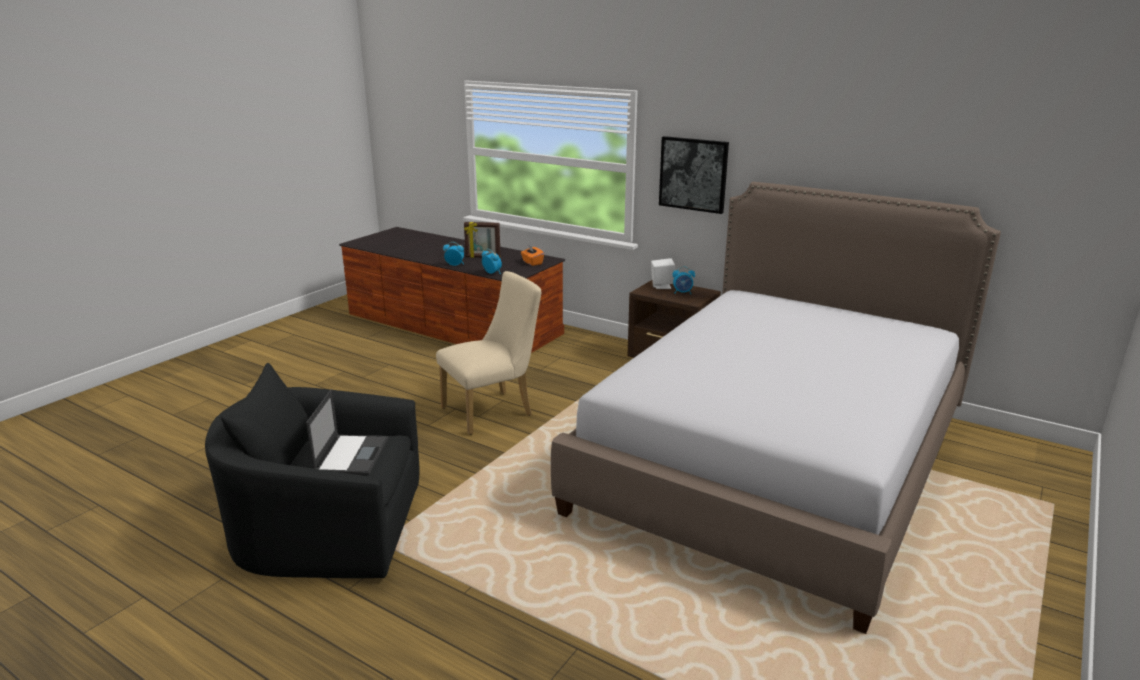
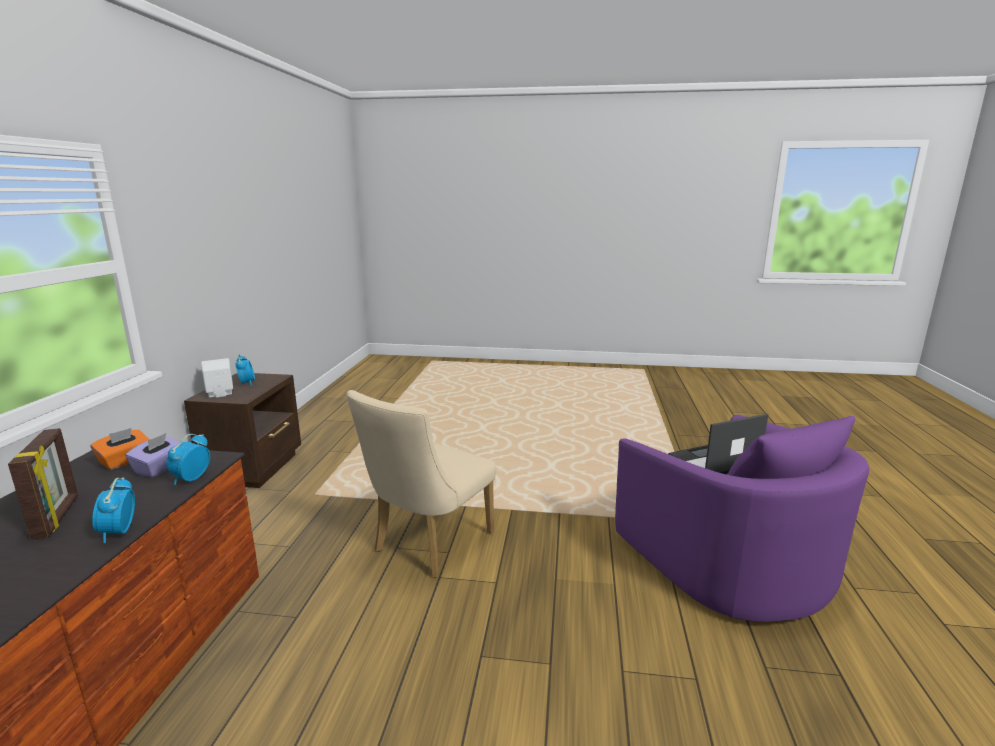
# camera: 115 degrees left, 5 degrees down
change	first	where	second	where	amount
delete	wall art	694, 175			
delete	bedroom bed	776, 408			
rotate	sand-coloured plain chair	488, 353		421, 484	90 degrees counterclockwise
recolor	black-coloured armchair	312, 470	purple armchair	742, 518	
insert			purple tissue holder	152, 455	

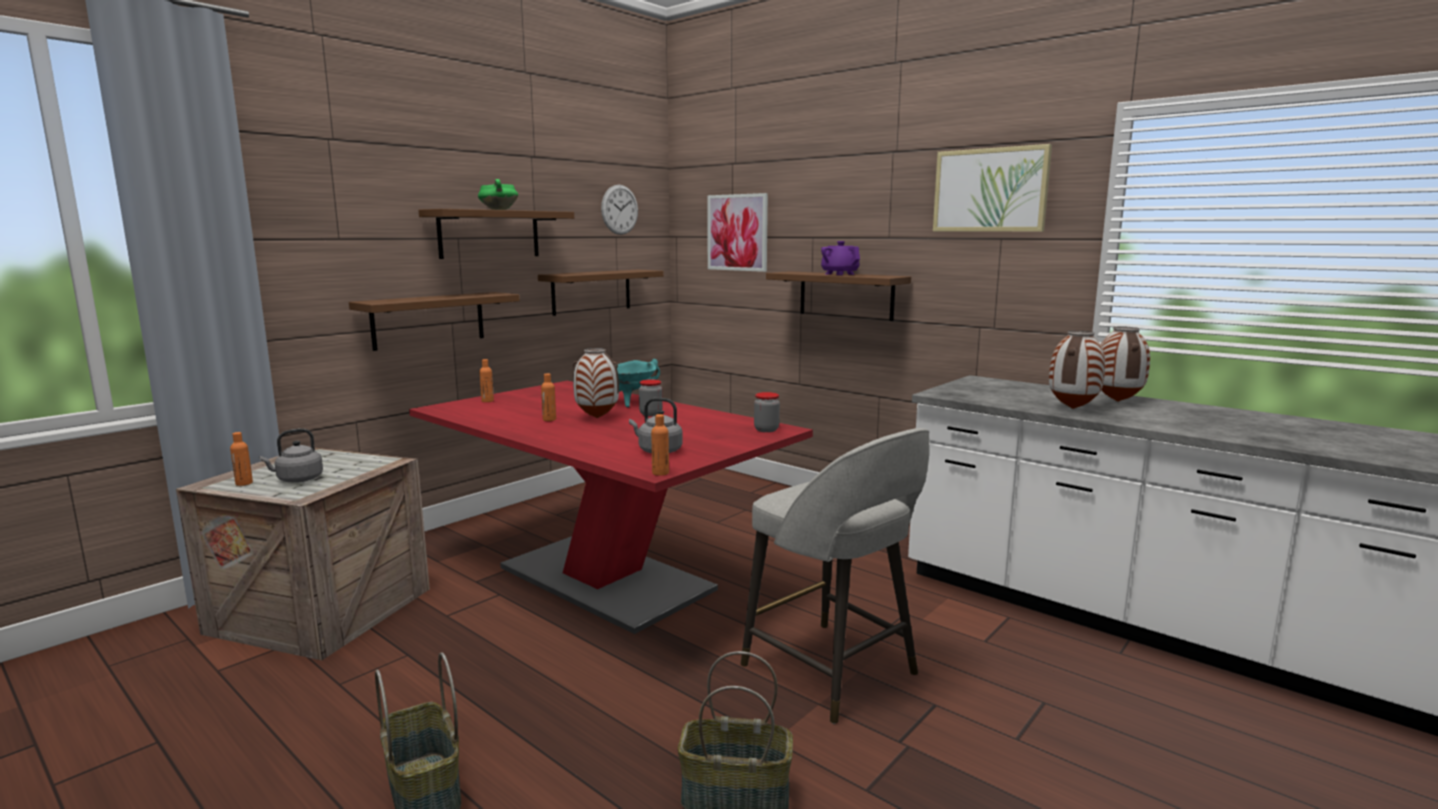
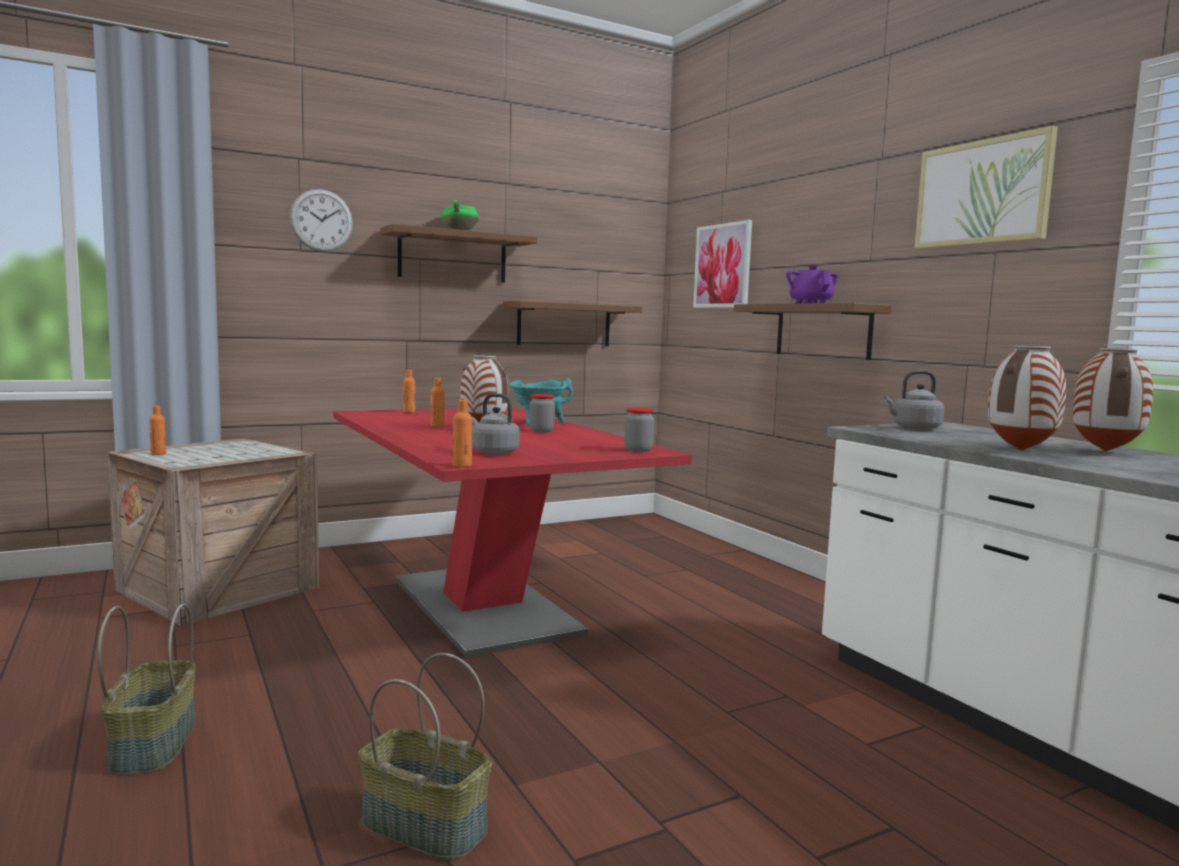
# camera: 20 degrees right, 5 degrees down
change	first	where	second	where	amount
move	hanging clock	619, 210		321, 220	
delete	brown shelf	434, 321			
move	gray kettle	291, 455		913, 400	
delete	gray stool seat	835, 576			

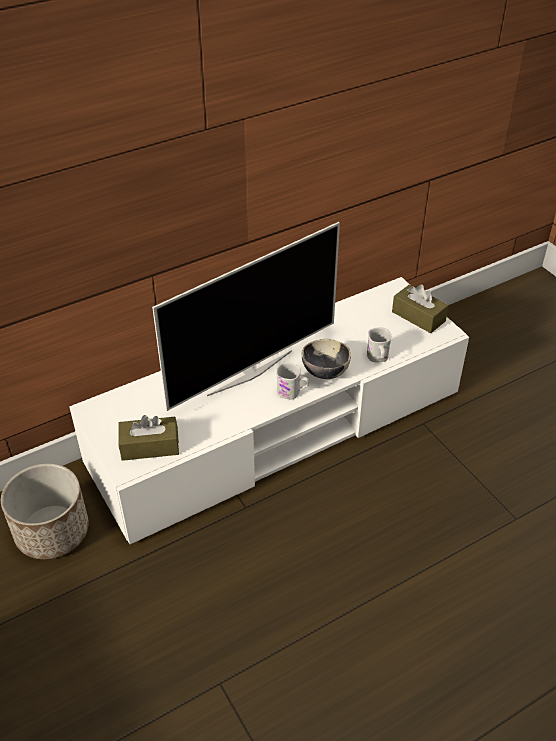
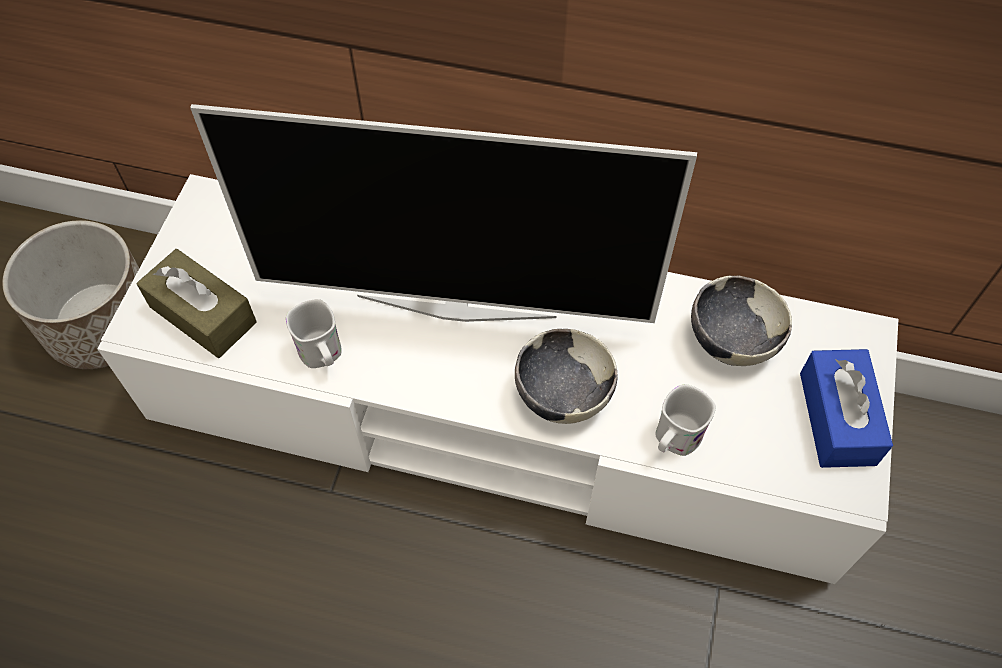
# camera: 45 degrees right, 15 degrees up
change	first	where	second	where	amount
recolor	brown tissue holder	420, 308	bluish tissue holder	846, 408	
move	whitish coffee mug	292, 381		314, 333	
insert			deep dish	741, 320	

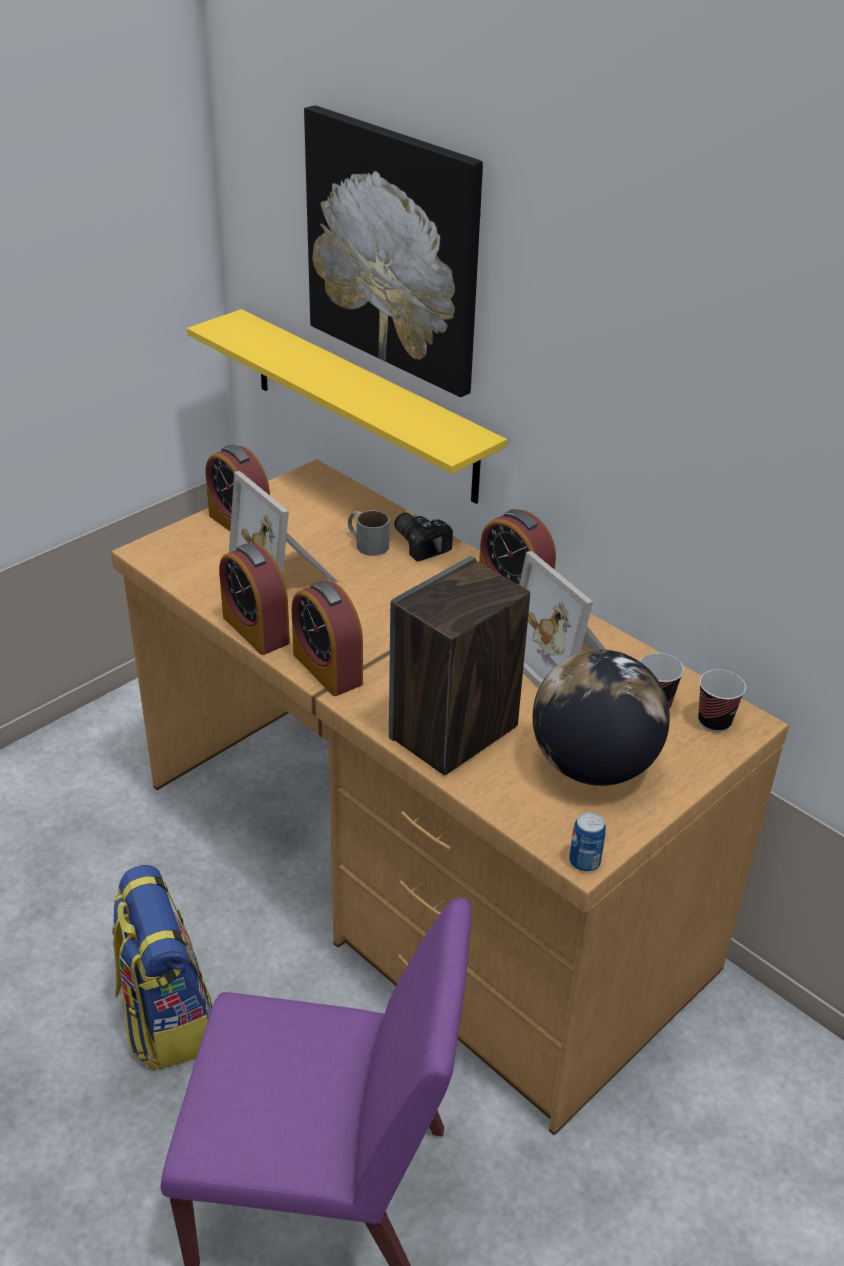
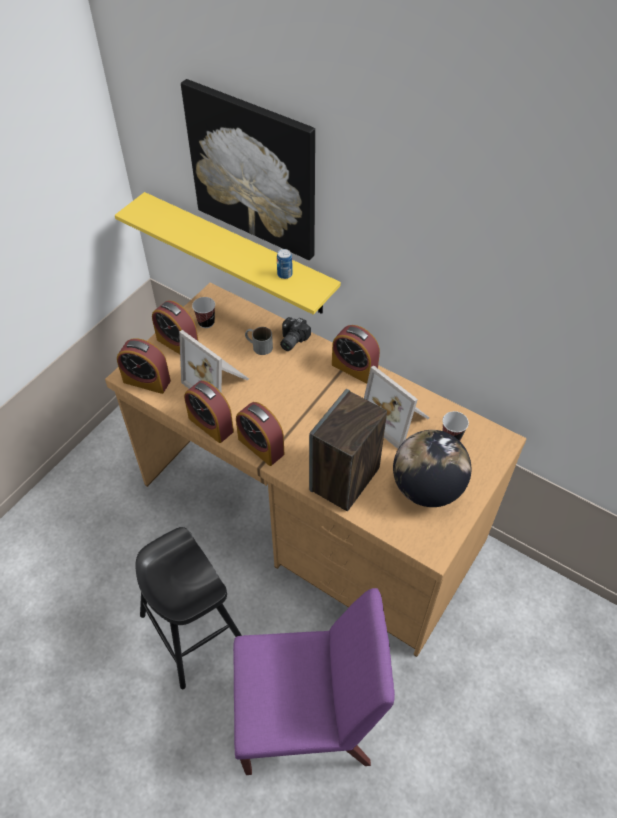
# camera: 10 degrees left, 15 degrees up
change	first	where	second	where	amount
rotate	still camera	423, 537		295, 334	105 degrees counterclockwise
move	small cup	722, 701		203, 312	
move	sealed can	587, 842		285, 264	
replace	backpack	162, 968	black-coloured stool seat	188, 608	
insert			bedside clock	144, 366	

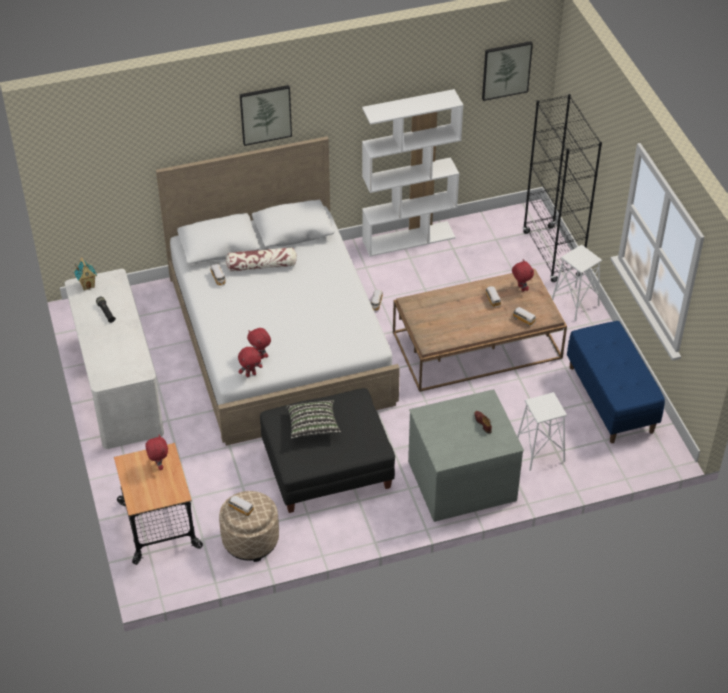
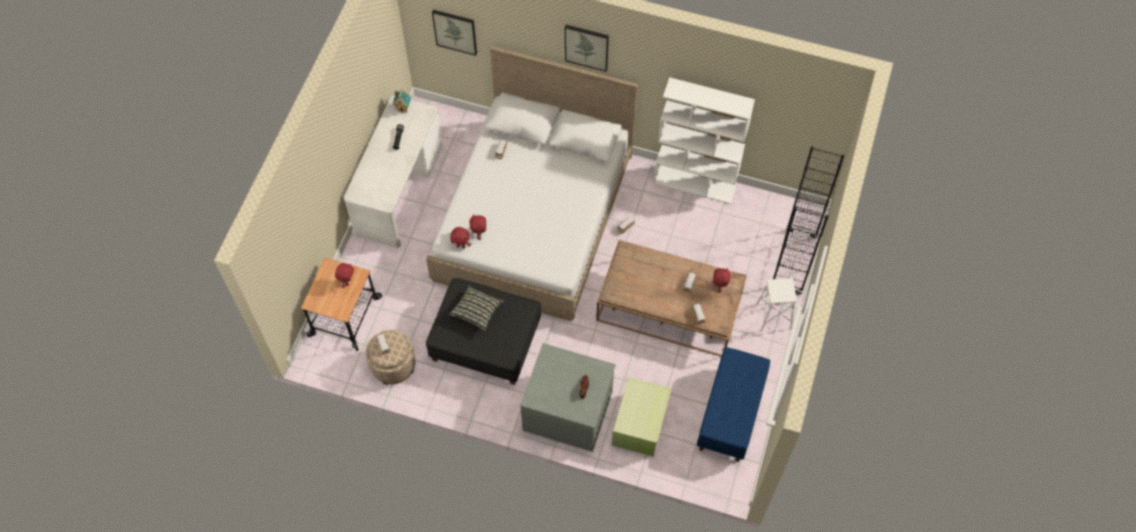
# camera: 35 degrees right, 15 degrees up
change	first	where	second	where	amount
move	wall art	507, 71		454, 33	
delete	throw pillow	261, 259			
replace	whitish stool seat	542, 431	green storage bin	642, 417	

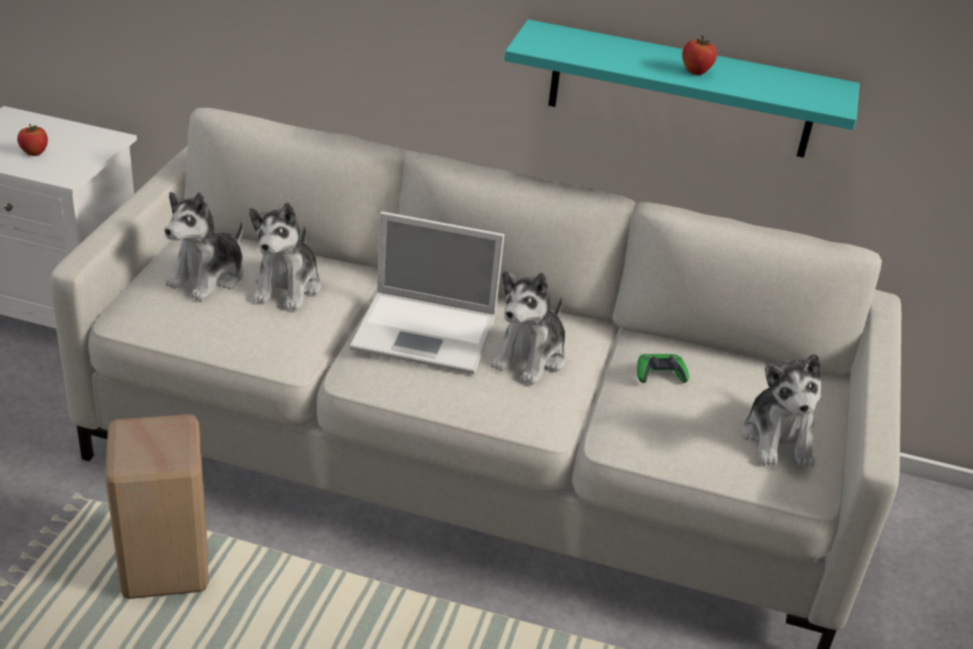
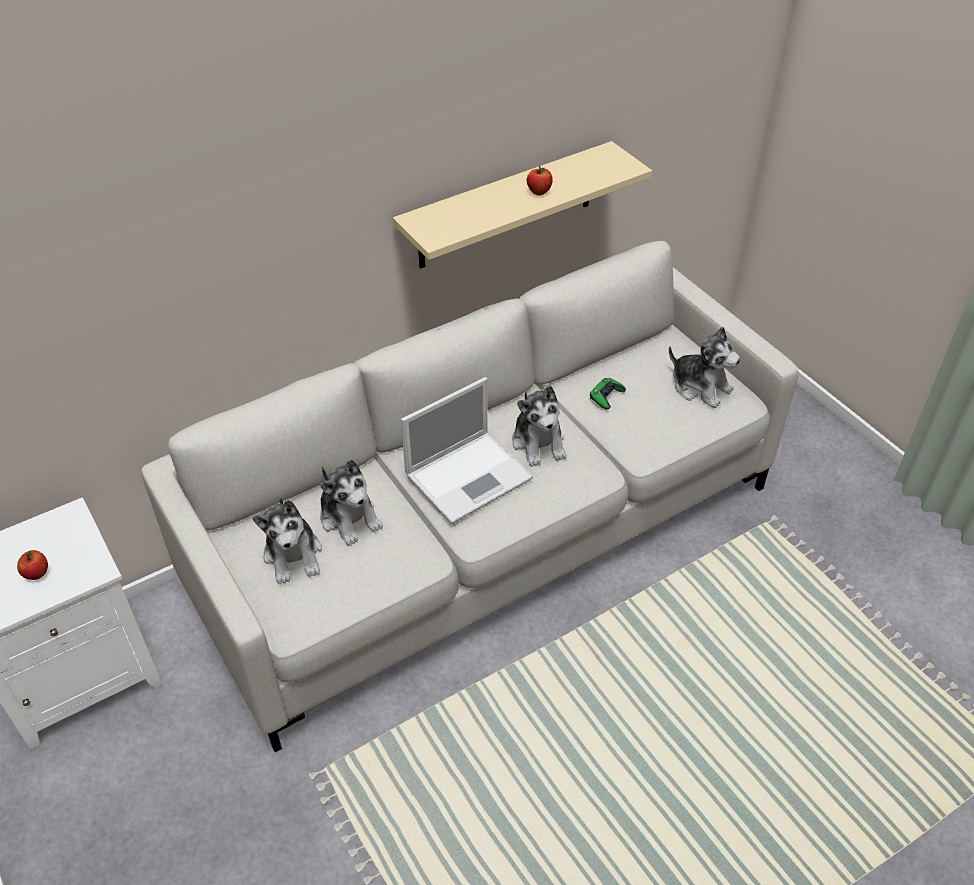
# camera: 45 degrees left, 10 degrees up
change	first	where	second	where	amount
recolor	turquoise-coloured shelf	682, 89	sand-coloured shelf	522, 205	
delete	sand-coloured stool seat	157, 506			

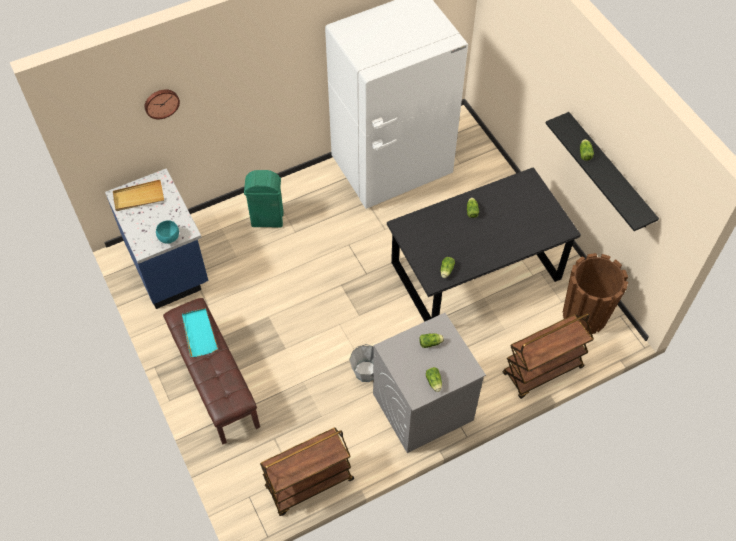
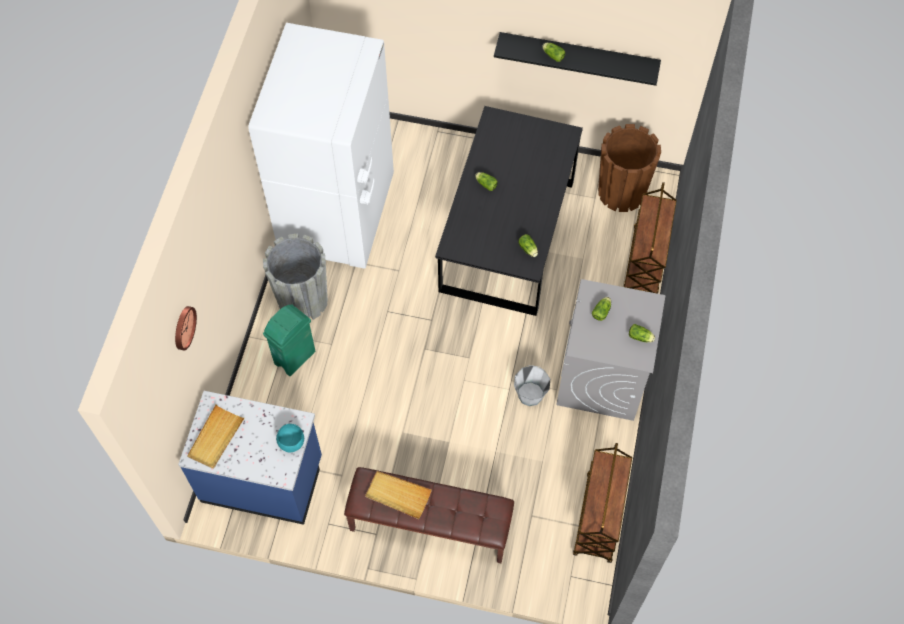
# camera: 50 degrees left, 5 degrees up
change	first	where	second	where	amount
recolor	turquoise-coloured carrying tray	200, 332	sand-coloured carrying tray	398, 495	
insert			gray planter	295, 277	

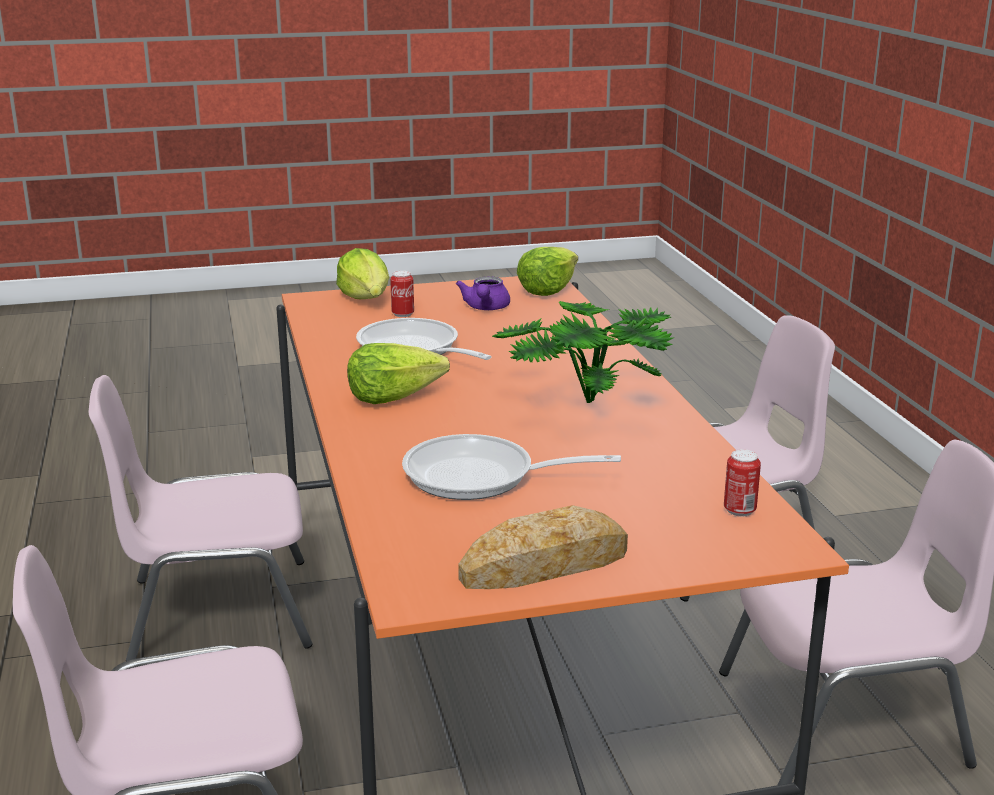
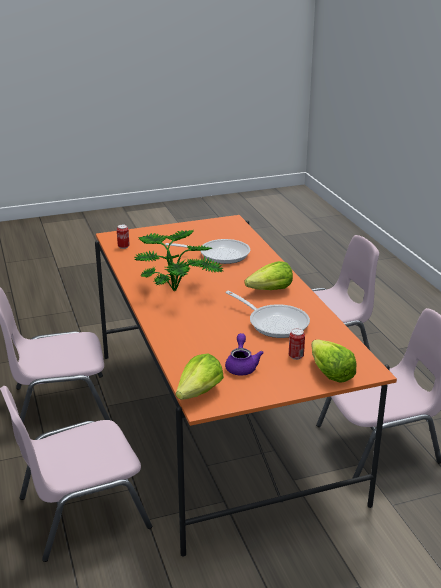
# camera: 175 degrees right, 5 degrees up
change	first	where	second	where	amount
delete	bakery bread	543, 547			

